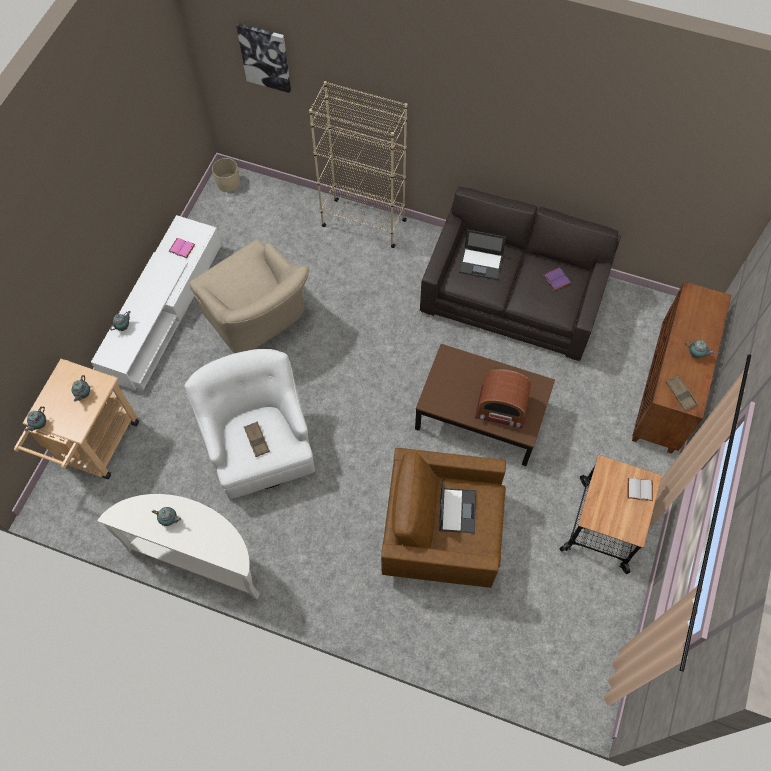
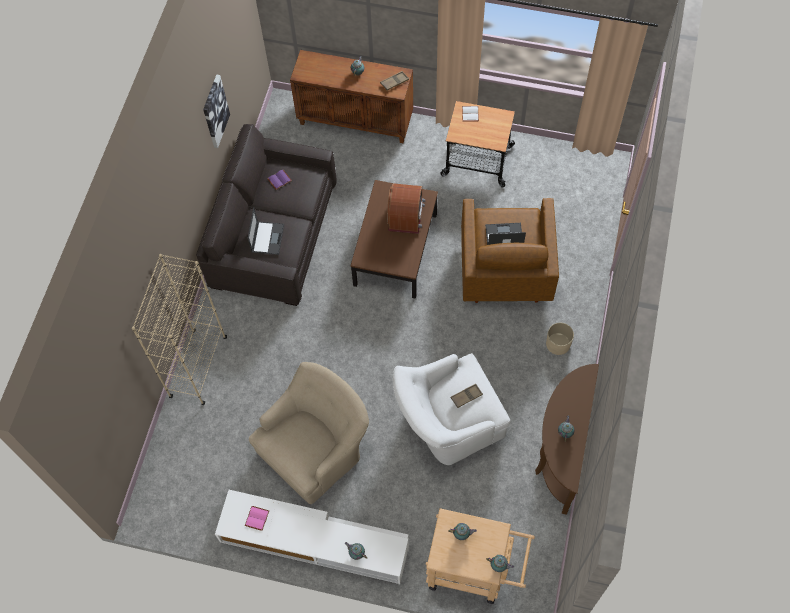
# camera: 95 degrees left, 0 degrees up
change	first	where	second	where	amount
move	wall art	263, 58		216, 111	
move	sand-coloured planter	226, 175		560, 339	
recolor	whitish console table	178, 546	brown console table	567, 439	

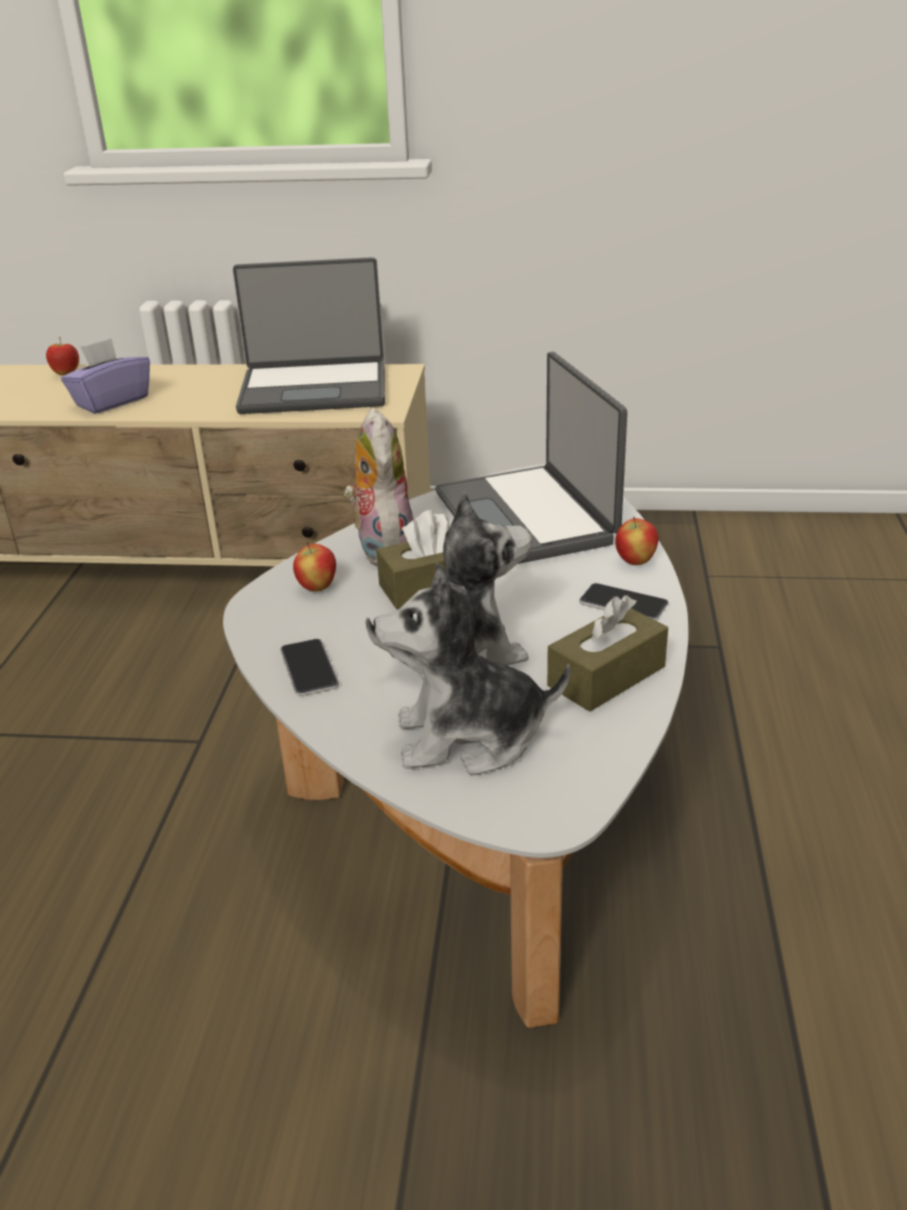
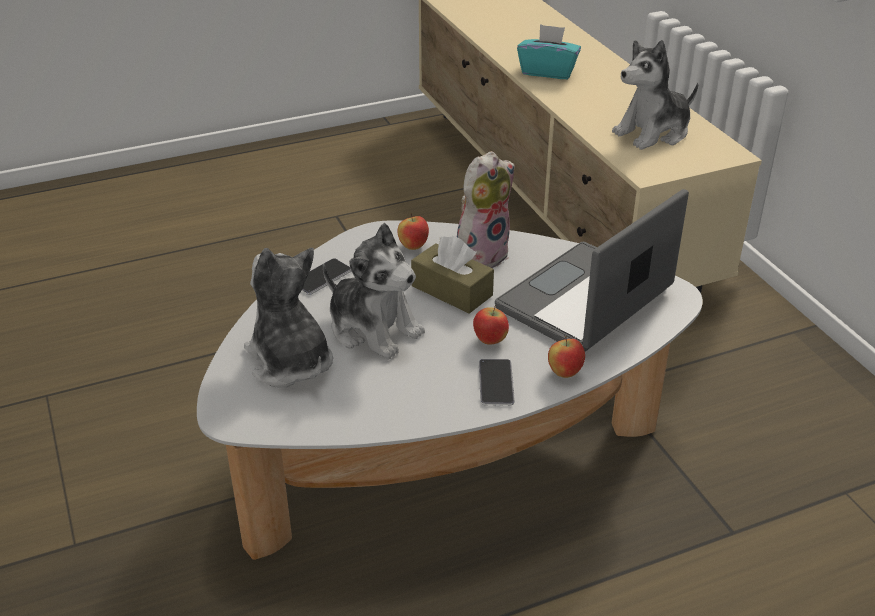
# camera: 60 degrees right, 5 degrees up
change	first	where	second	where	amount
replace	laptop	309, 335	cuddly toy	655, 95	
move	apple	62, 356		491, 325	
recolor	purple tissue holder	105, 376	turquoise-coloured tissue holder	549, 51	
delete	brown tissue holder	607, 653			

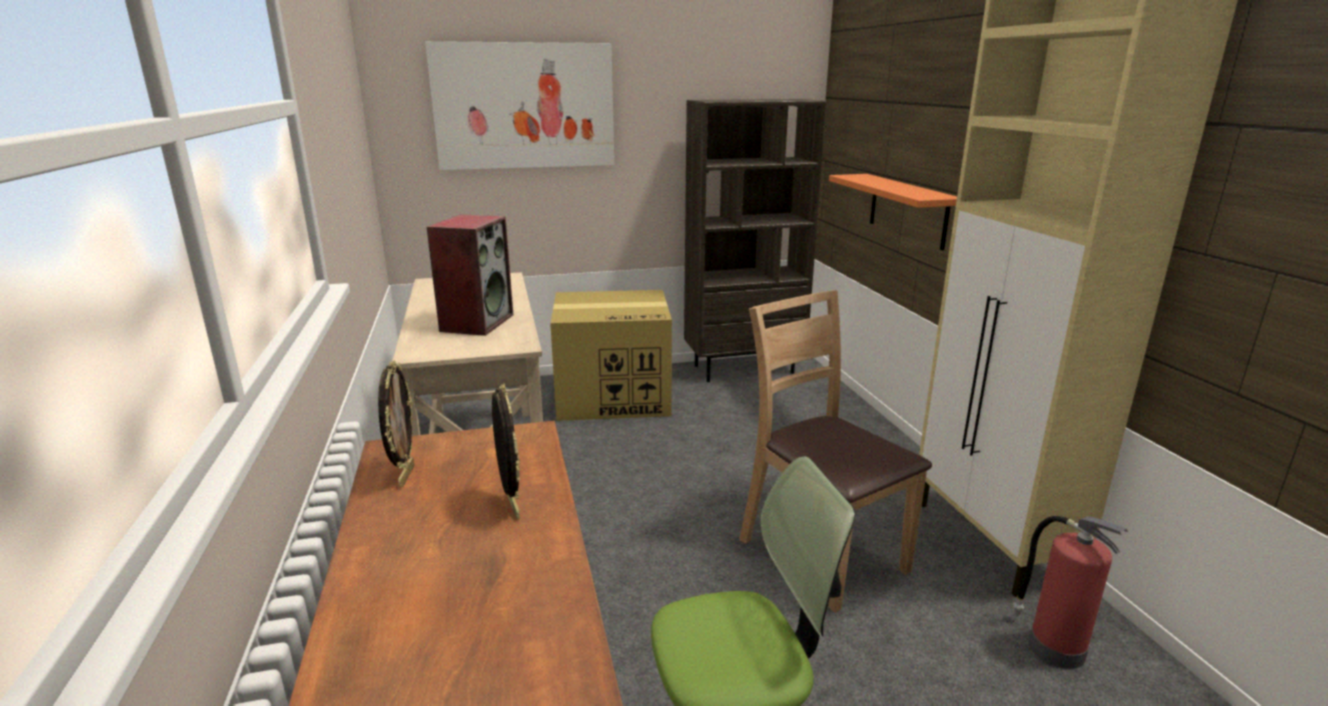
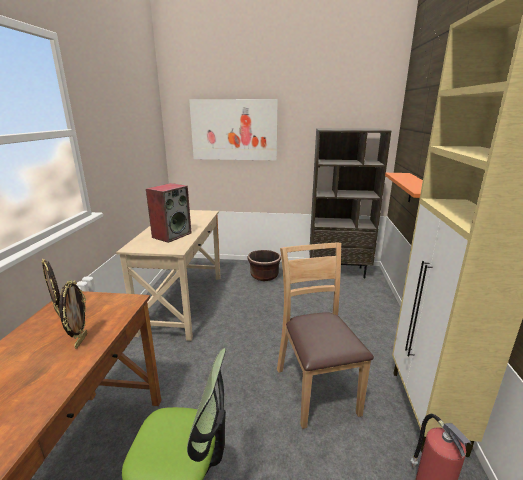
# camera: 20 degrees right, 0 degrees up
change	first	where	second	where	amount
replace	cardboard box	611, 355	brown planter	264, 265	
rotate	photo frame	396, 424		51, 288	120 degrees clockwise

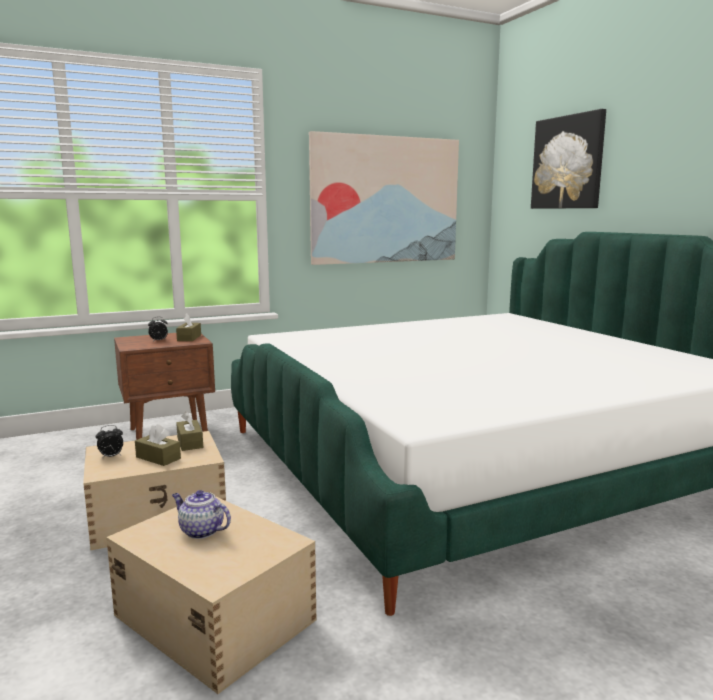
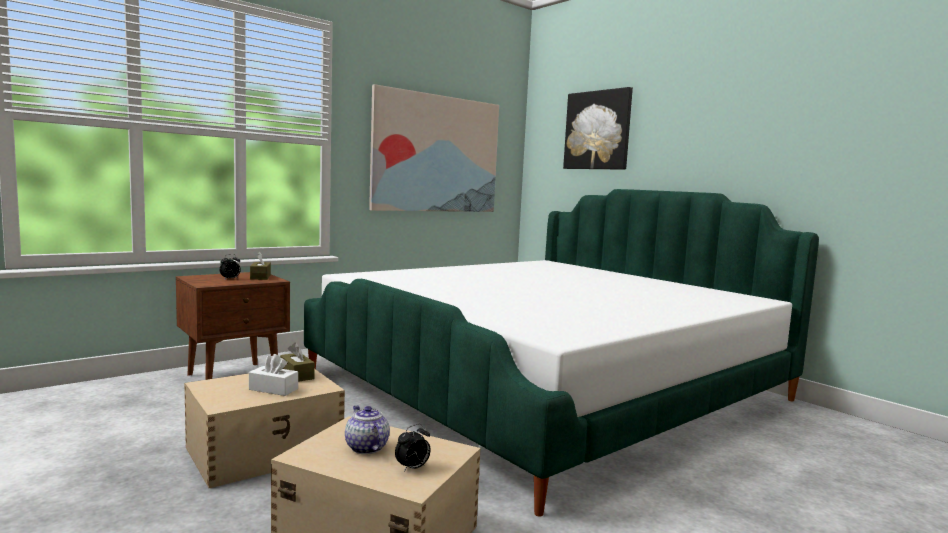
# camera: 15 degrees left, 5 degrees down
change	first	where	second	where	amount
recolor	brown tissue holder	158, 445	whitish tissue holder	273, 375	
move	bedside clock	109, 442		413, 448	
rotate	teapot	201, 514		367, 429	45 degrees clockwise

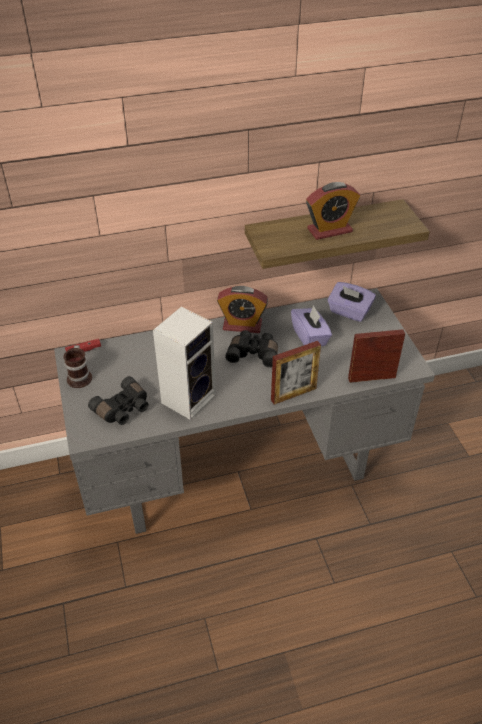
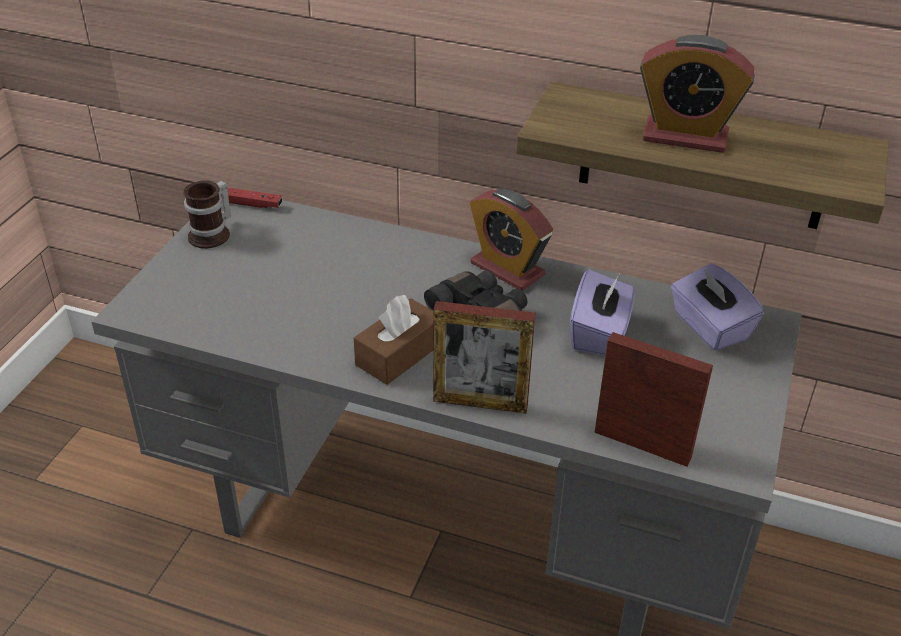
# camera: 35 degrees right, 5 degrees down
change	first	where	second	where	amount
delete	loudspeaker	184, 363			
delete	black-coloured binoculars	118, 400			
insert			brown tissue holder	394, 340	

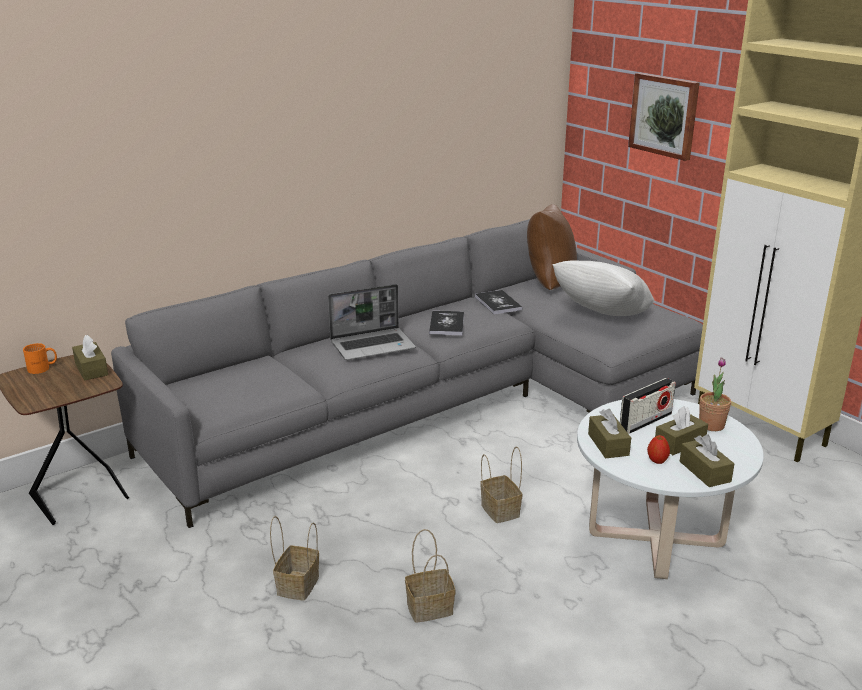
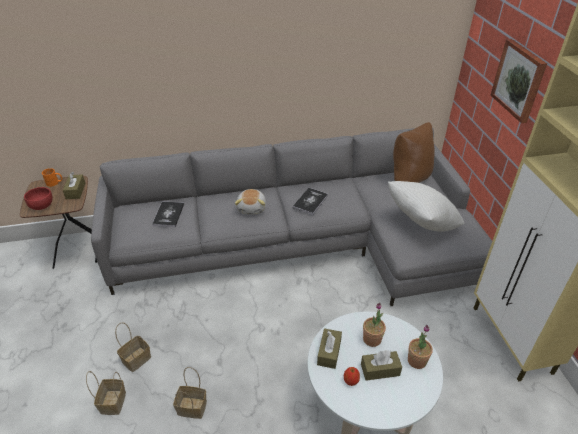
# camera: 25 degrees right, 15 degrees up
change	first	where	second	where	amount
replace	laptop	372, 322	cuddly toy	250, 202	
move	volume	498, 302		168, 214	
replace	radio	648, 406	houseplant	374, 325	
delete	brown tissue holder	707, 460			
move	household basket	501, 485		106, 393	
insert			red deep dish	38, 198	

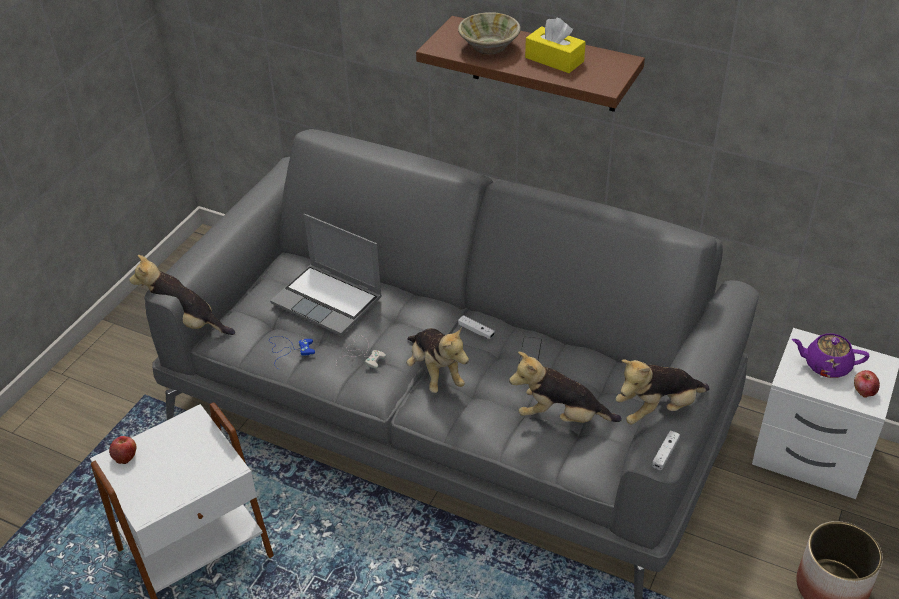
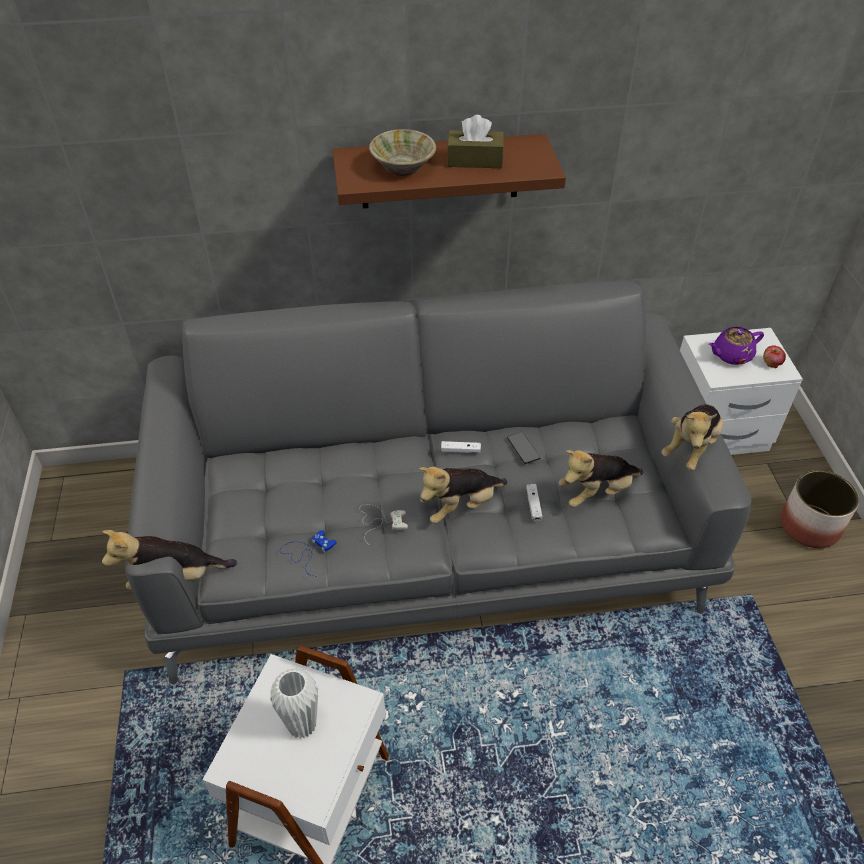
# camera: 35 degrees left, 5 degrees up
change	first	where	second	where	amount
recolor	yellowish tissue holder	555, 45	brown tissue holder	475, 141	
delete	laptop	326, 275			
rotate	cuddly toy	438, 359		463, 495	120 degrees clockwise
move	whitish gamepad	666, 450		534, 503	
delete	apple	122, 450			
insert			whitish decorative vase	294, 704	

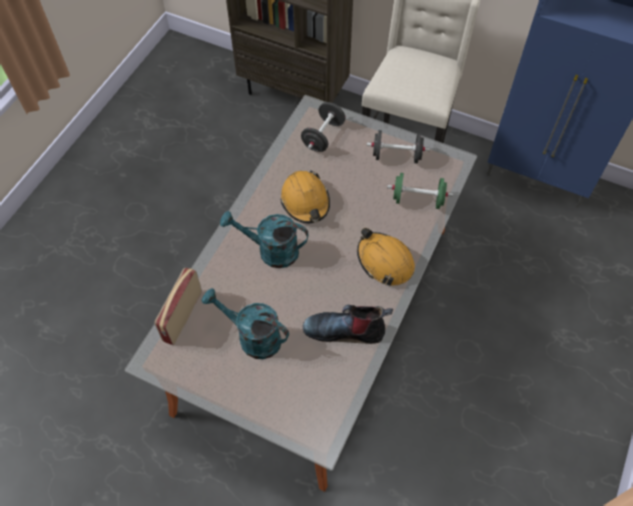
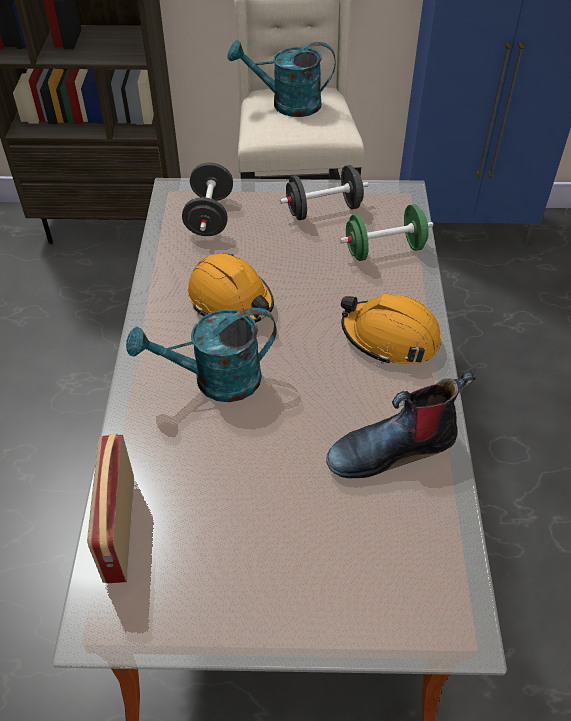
# camera: 25 degrees left, 10 degrees down
change	first	where	second	where	amount
move	turquoise-coloured watering pot	245, 323		281, 78	

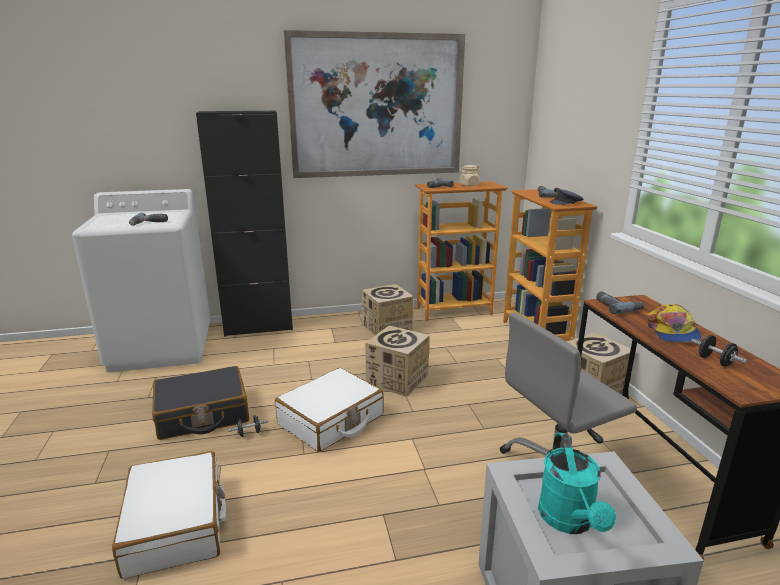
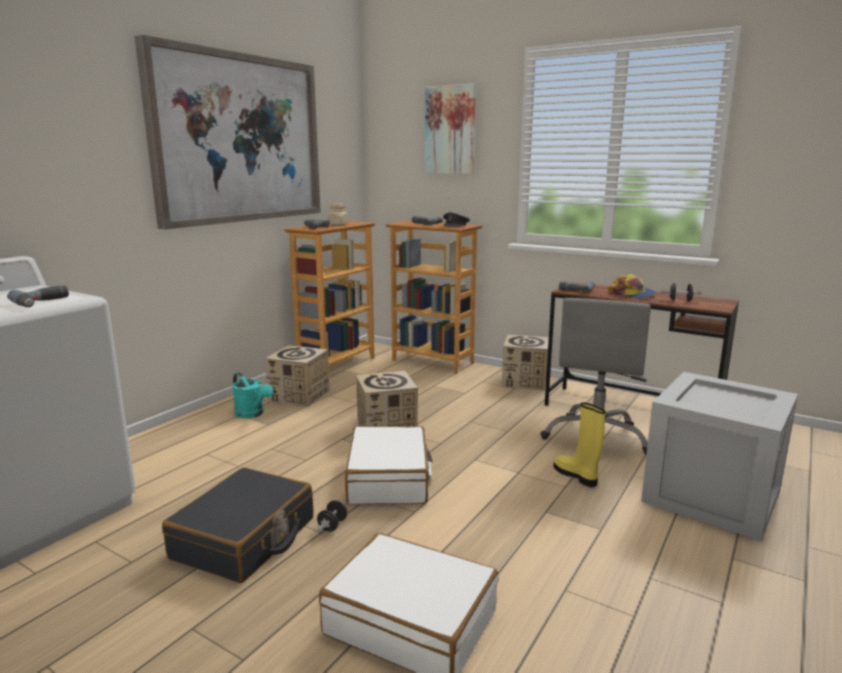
# camera: 45 degrees left, 5 degrees down
change	first	where	second	where	amount
delete	black-coloured storage cabinet	244, 224			
move	turquoise-coloured watering pot	577, 483		252, 395	
insert			wall art	450, 128	
insert			yellowish boot	580, 444	

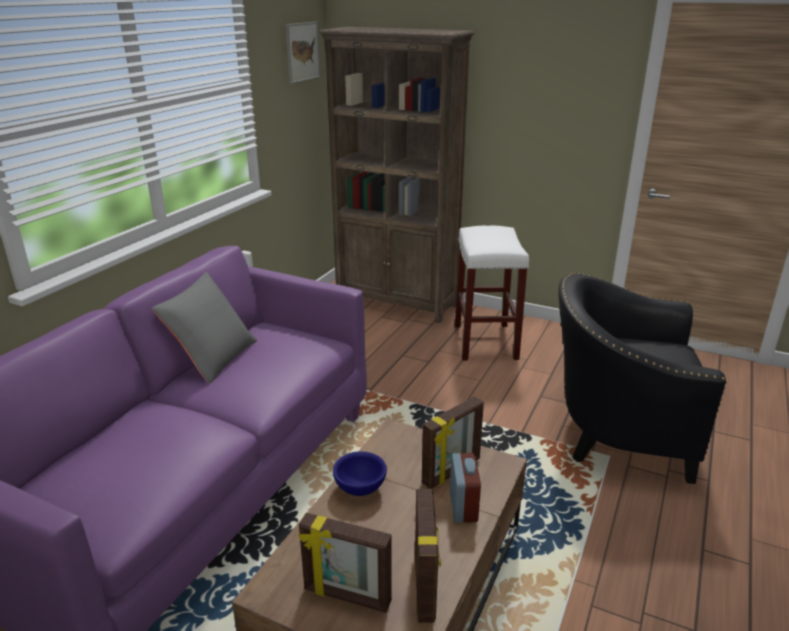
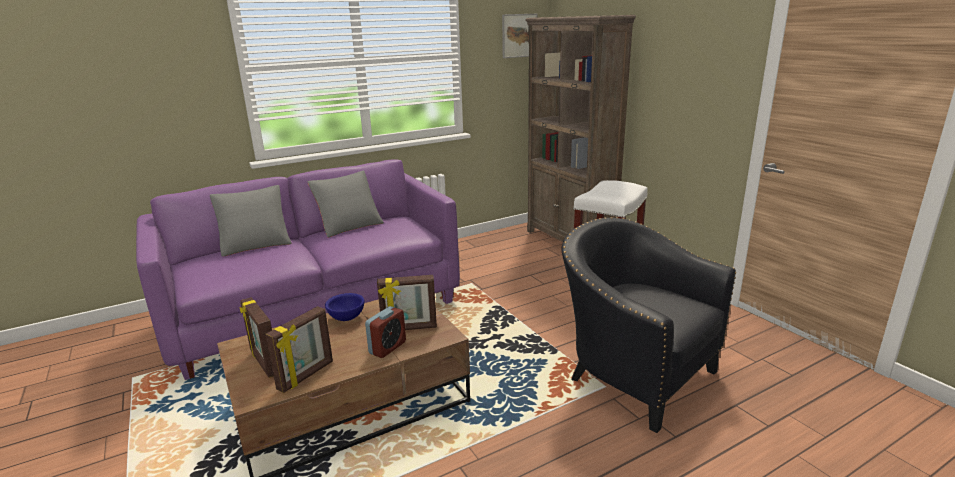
# camera: 35 degrees right, 5 degrees down
change	first	where	second	where	amount
insert			gray throw pillow	251, 221	

